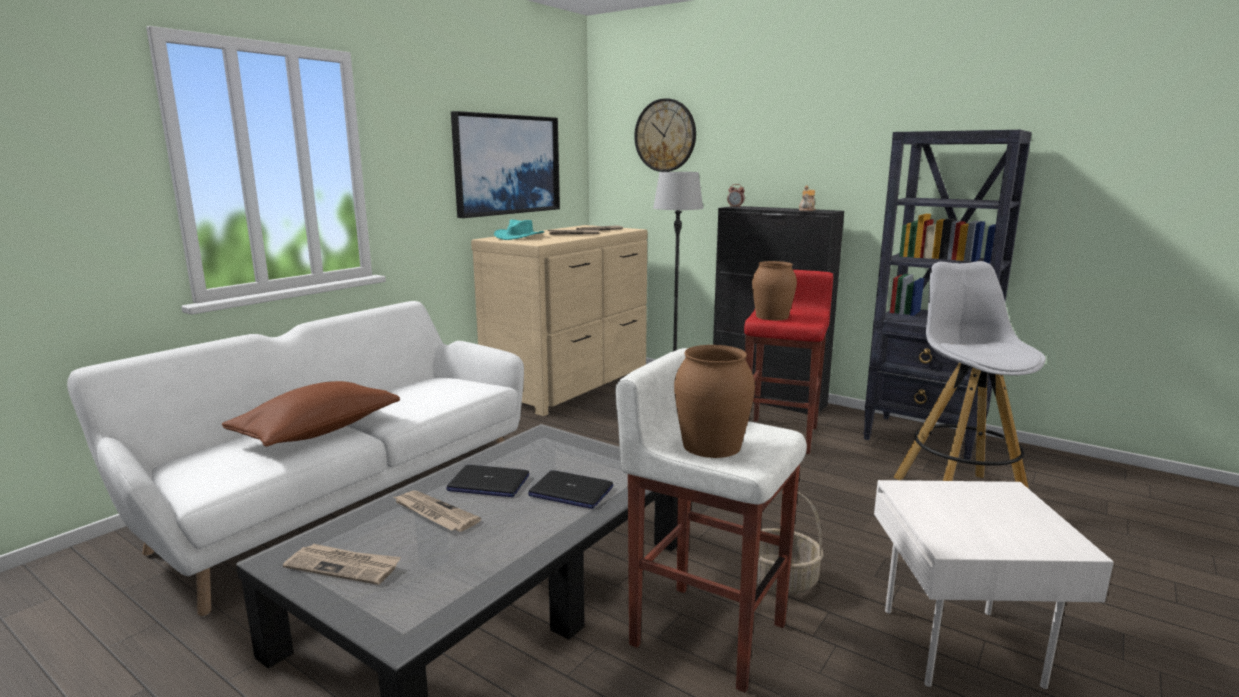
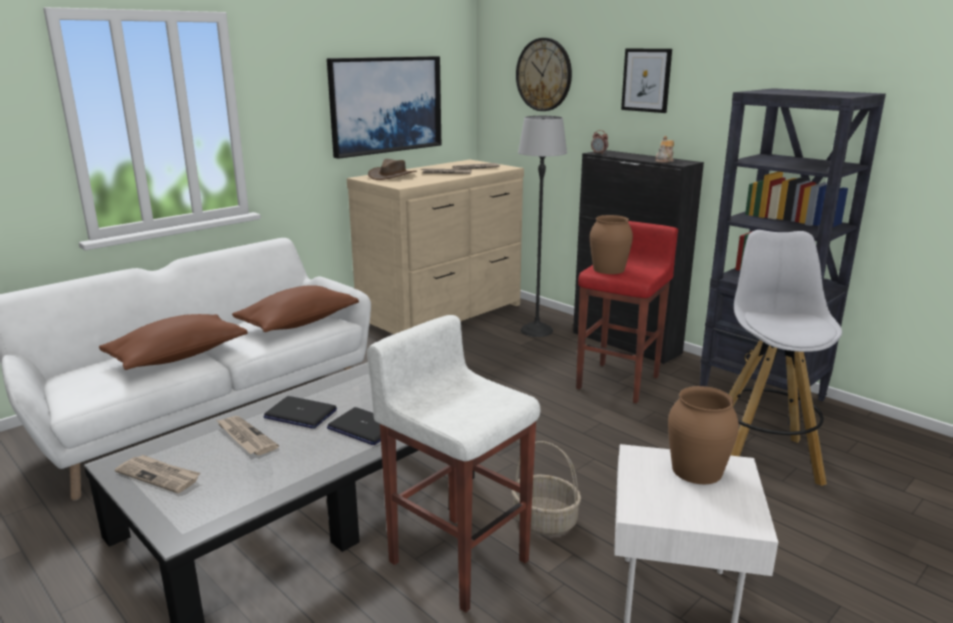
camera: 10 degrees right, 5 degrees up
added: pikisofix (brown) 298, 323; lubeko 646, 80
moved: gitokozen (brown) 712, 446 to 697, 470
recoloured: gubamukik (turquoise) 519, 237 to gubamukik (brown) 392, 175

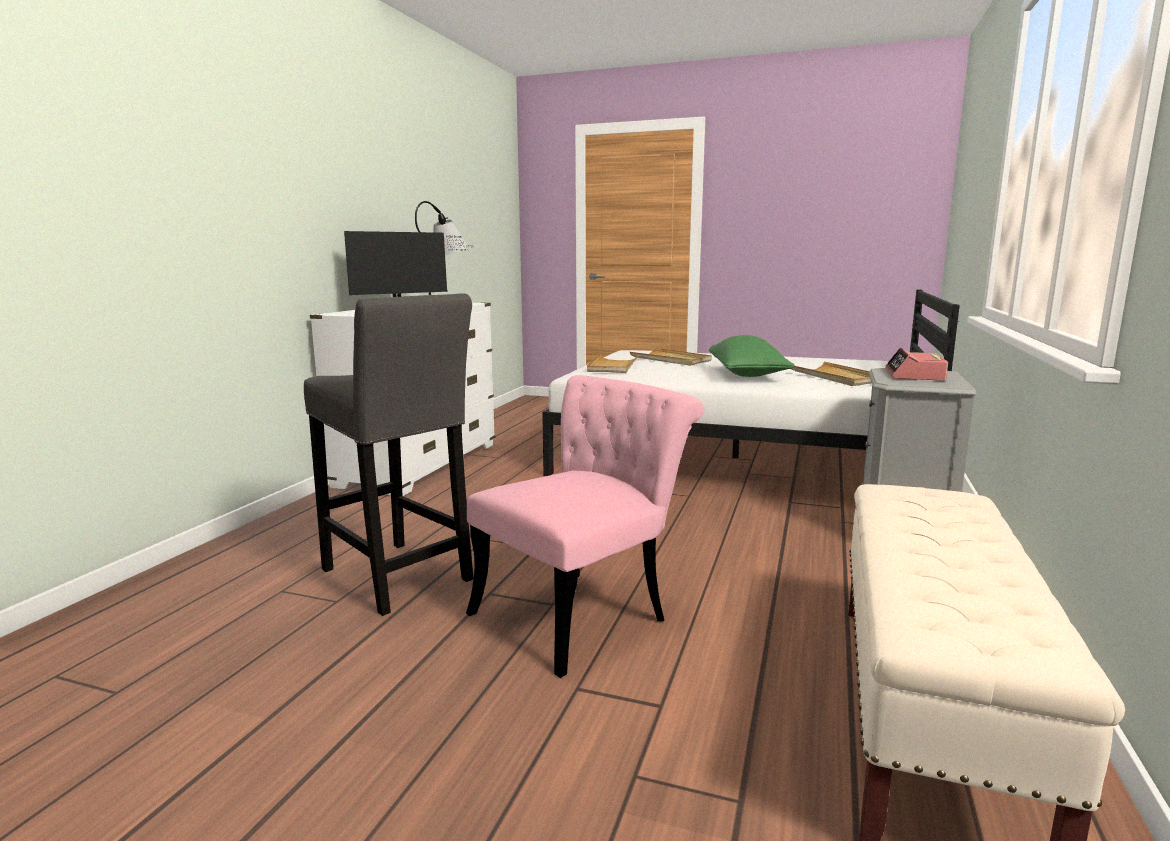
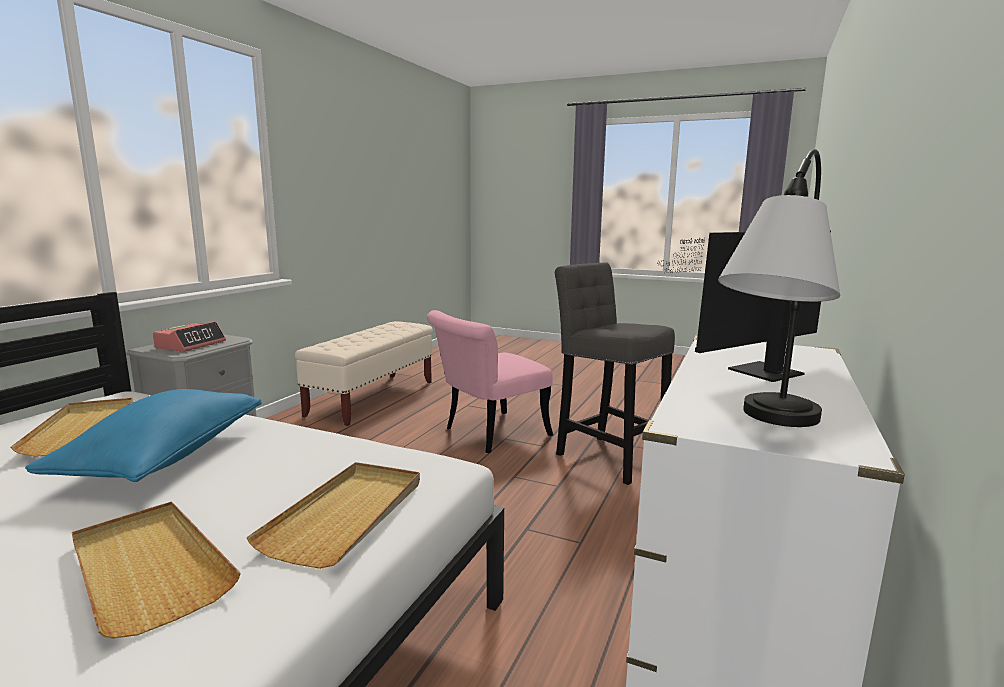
camera: 175 degrees left, 0 degrees up
recoloured: pikisofix (green) 747, 374 to pikisofix (blue) 165, 457

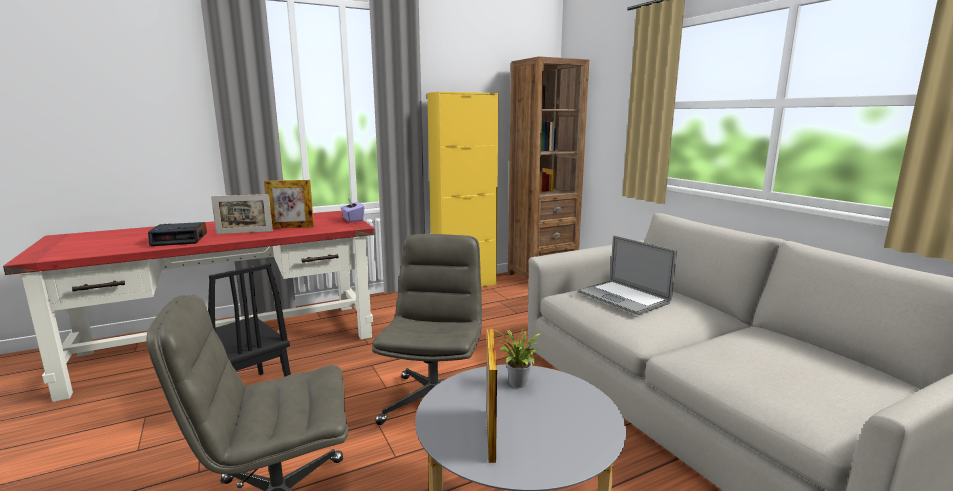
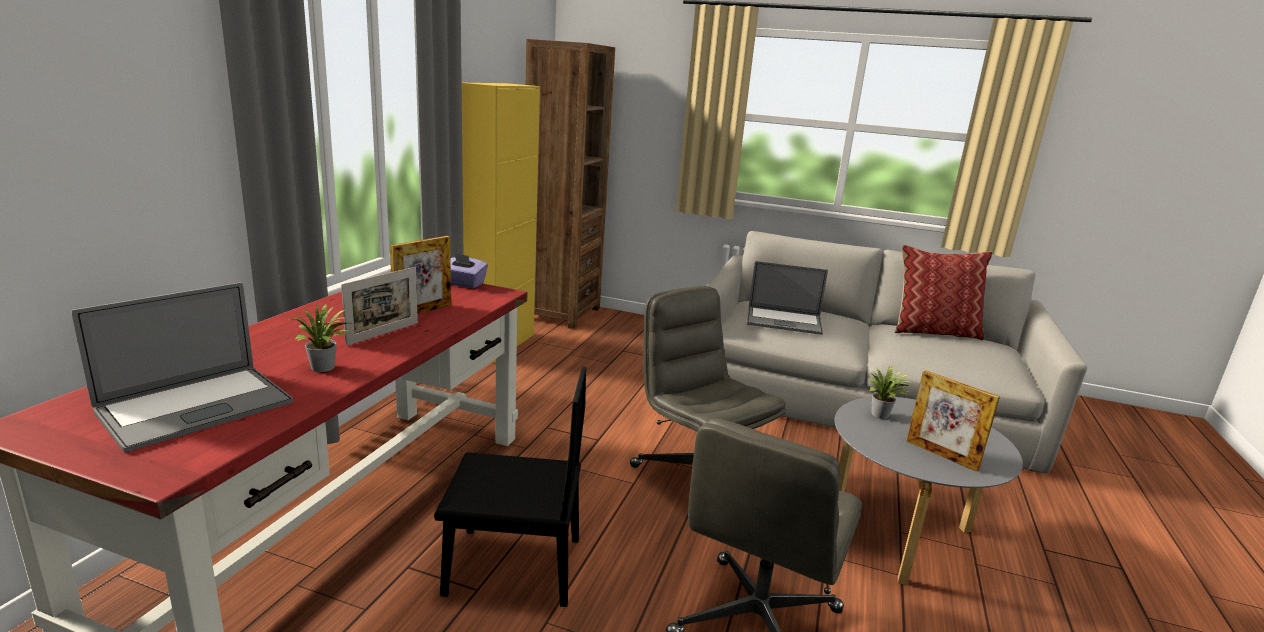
camera: 45 degrees left, 5 degrees up
added: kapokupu 196, 407; pikisofix 933, 331
replaced: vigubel 180, 240 to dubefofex 325, 368

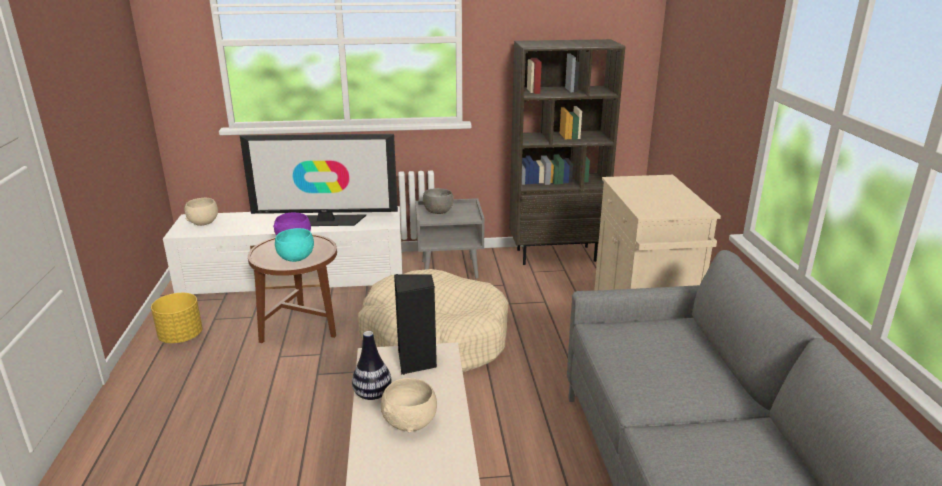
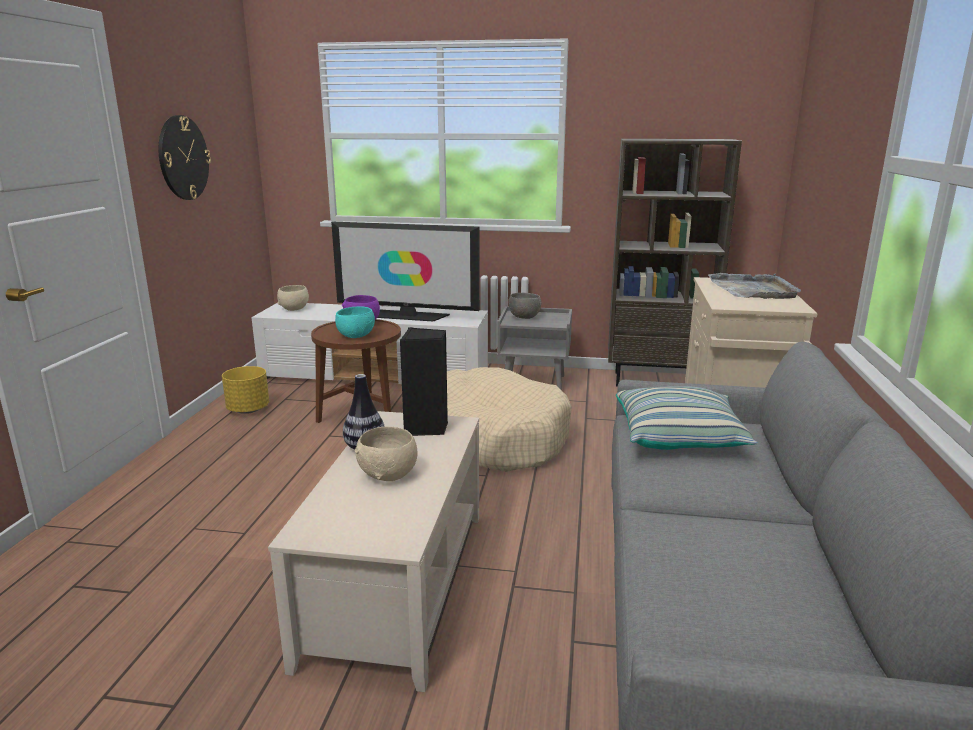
camera: 15 degrees right, 5 degrees down
added: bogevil 183, 158; pikisofix 679, 437; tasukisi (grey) 753, 290

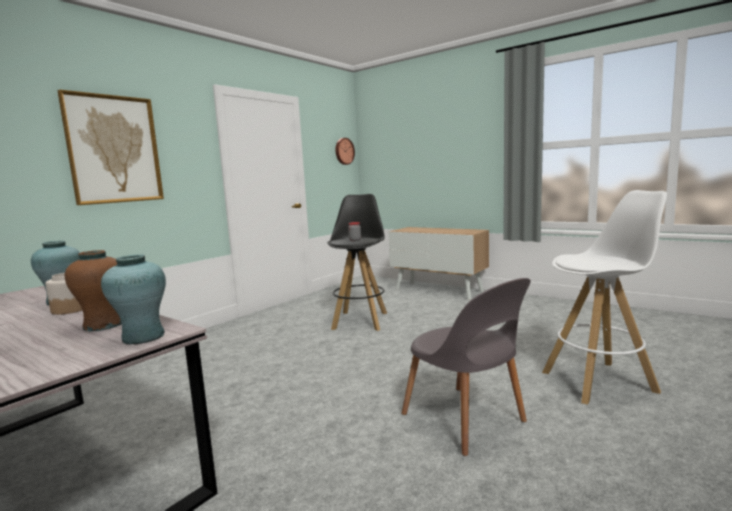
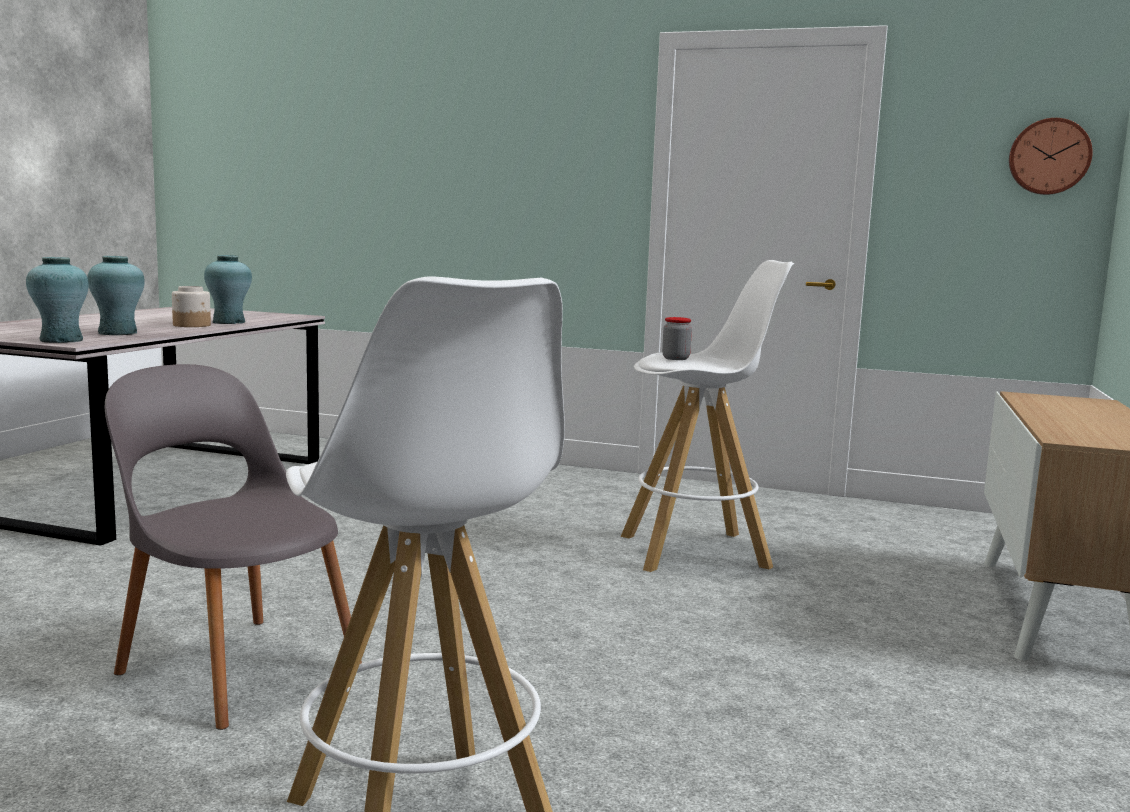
camera: 70 degrees right, 0 degrees up
removed: lubeko 114, 149
recoloured: gitokozen (brown) 103, 325 to gitokozen (turquoise) 118, 333; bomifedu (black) 360, 320 to bomifedu (white) 696, 551
turned: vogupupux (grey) 466, 420 = 235, 666 90 degrees clockwise

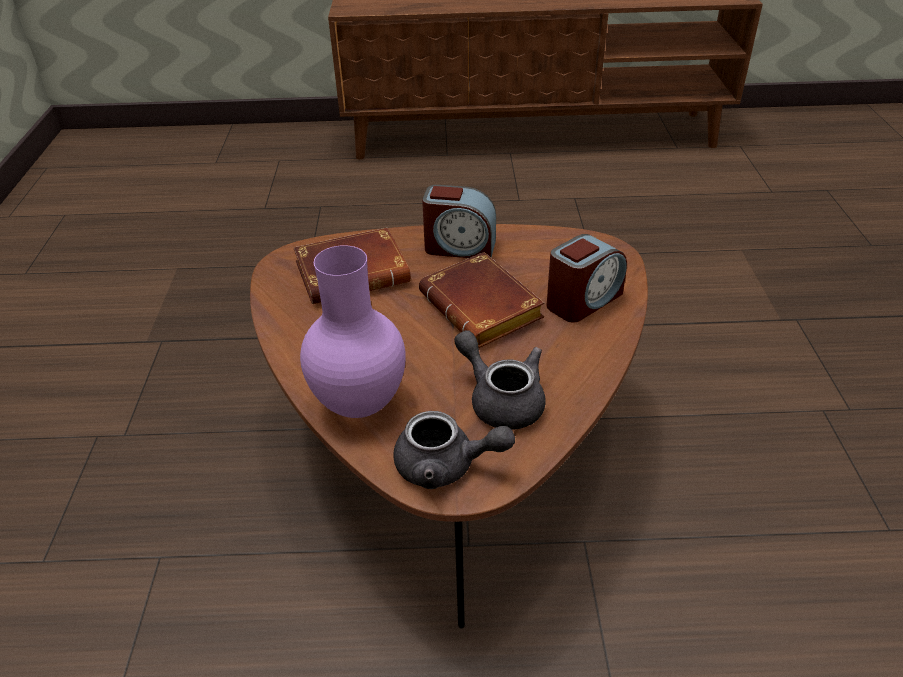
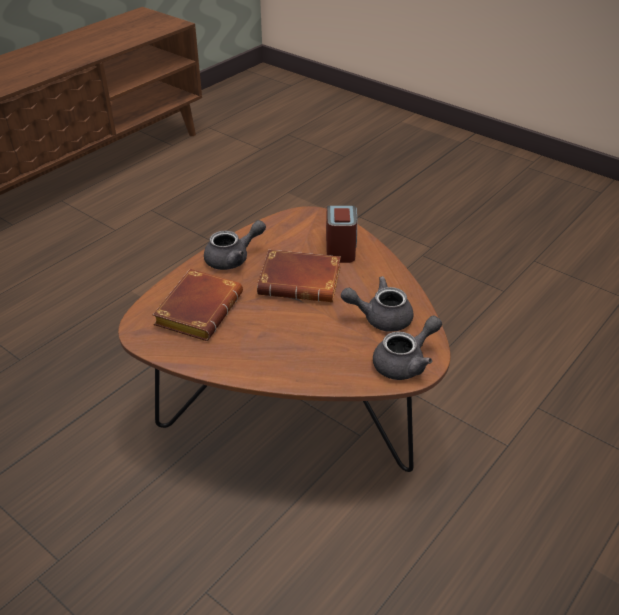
camera: 50 degrees left, 0 degrees up
removed: gitokozen (purple) 361, 406
replaced: vigubel 459, 247 to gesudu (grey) 233, 258

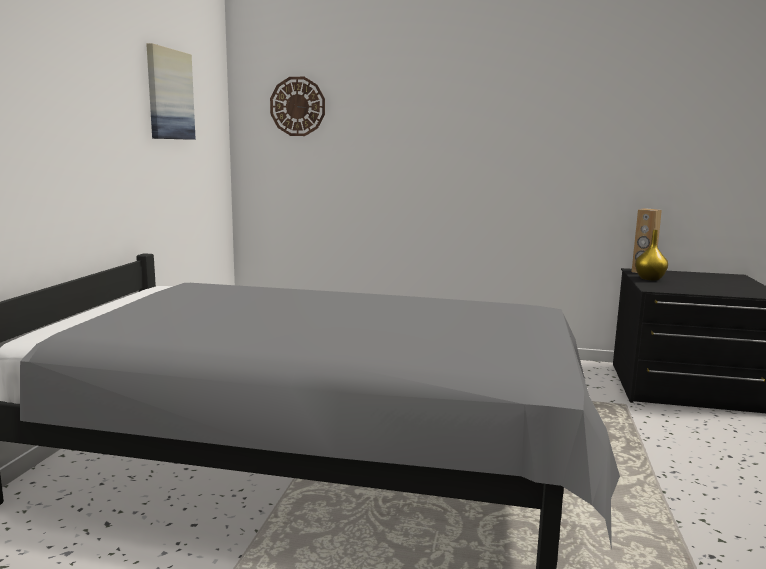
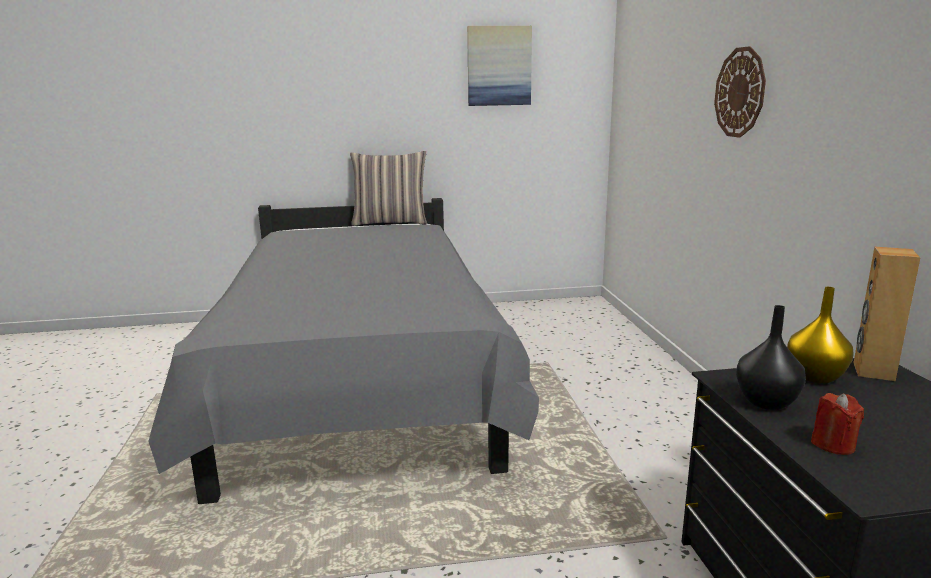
camera: 70 degrees right, 5 degrees up
added: pikisofix 390, 222; gitokozen (black) 765, 402; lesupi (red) 833, 444
moved: bogevil 297, 106 to 740, 92

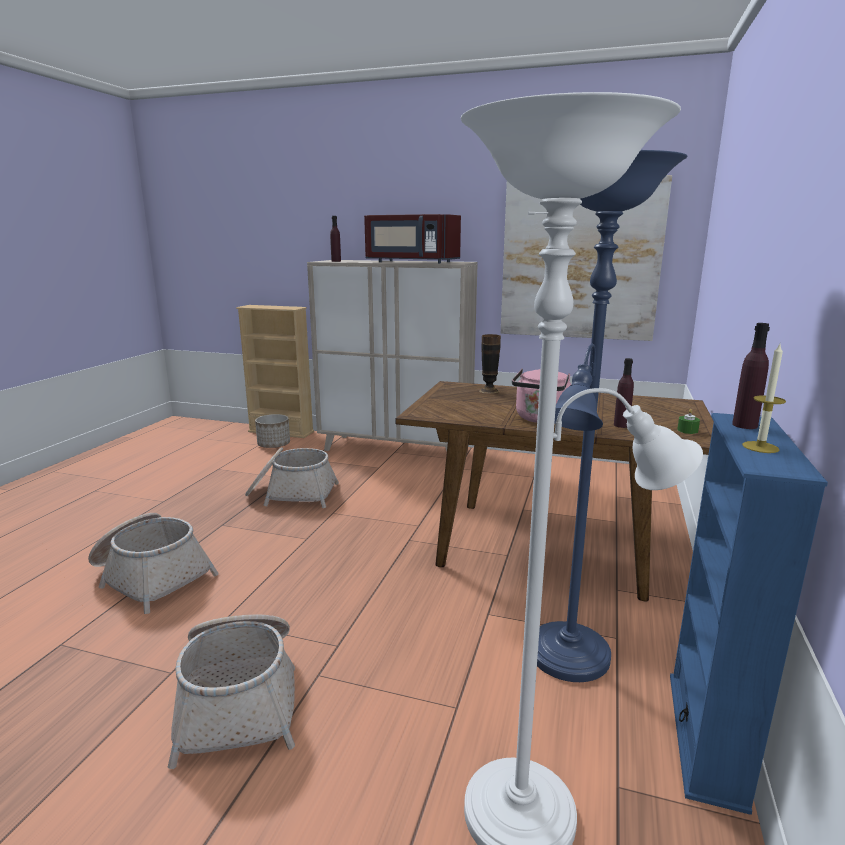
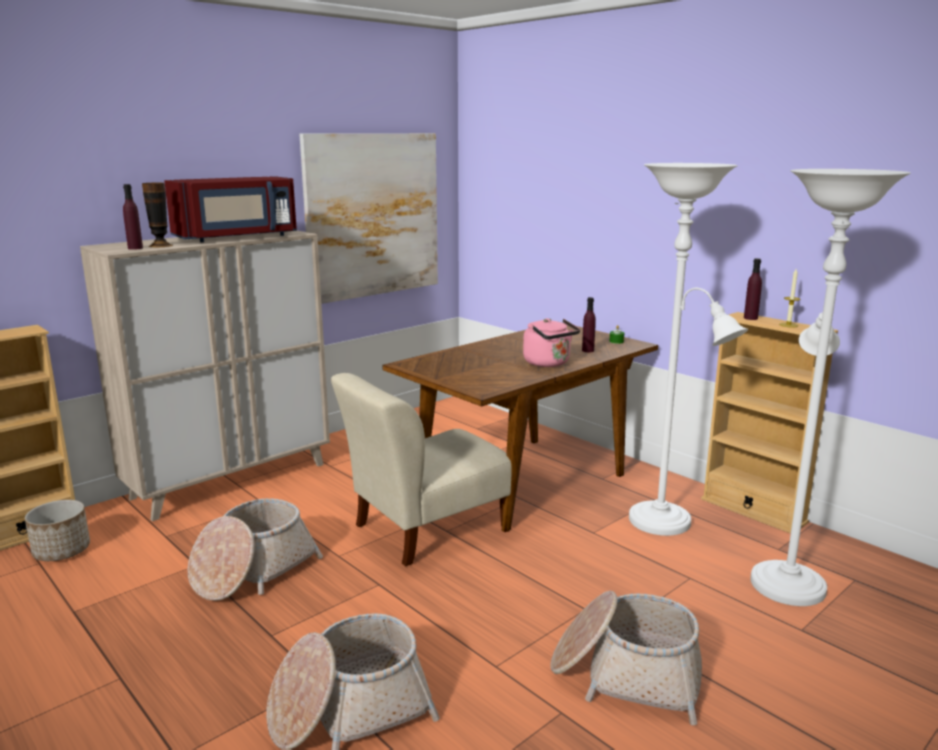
camera: 60 degrees left, 0 degrees up
added: vogupupux (beige) 426, 528
moved: gitokozen 489, 391 to 160, 245
recoloured: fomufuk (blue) 566, 661 to fomufuk (white) 666, 524; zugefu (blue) 706, 737 to zugefu (beige) 753, 510

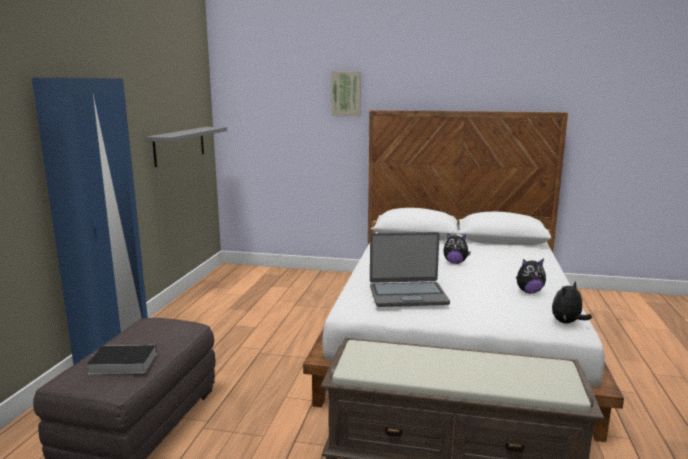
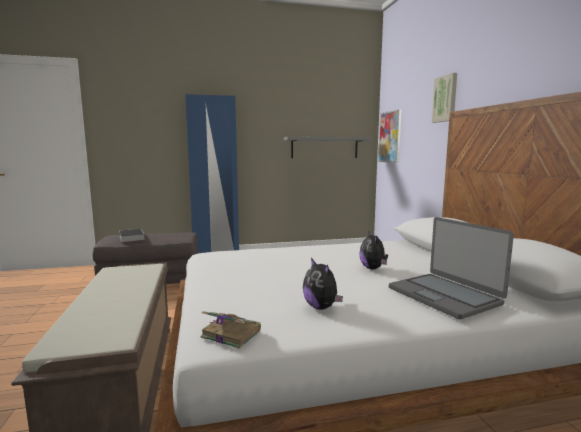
camera: 65 degrees right, 5 degrees down
added: lubeko 390, 137
moved: kapokupu 407, 295 to 444, 296
replaced: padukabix 567, 323 to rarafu 230, 334

